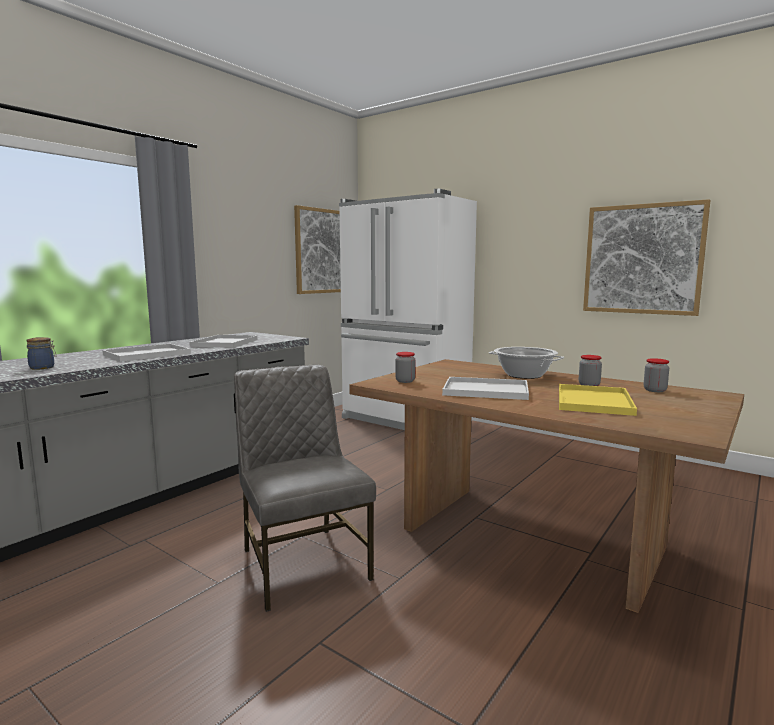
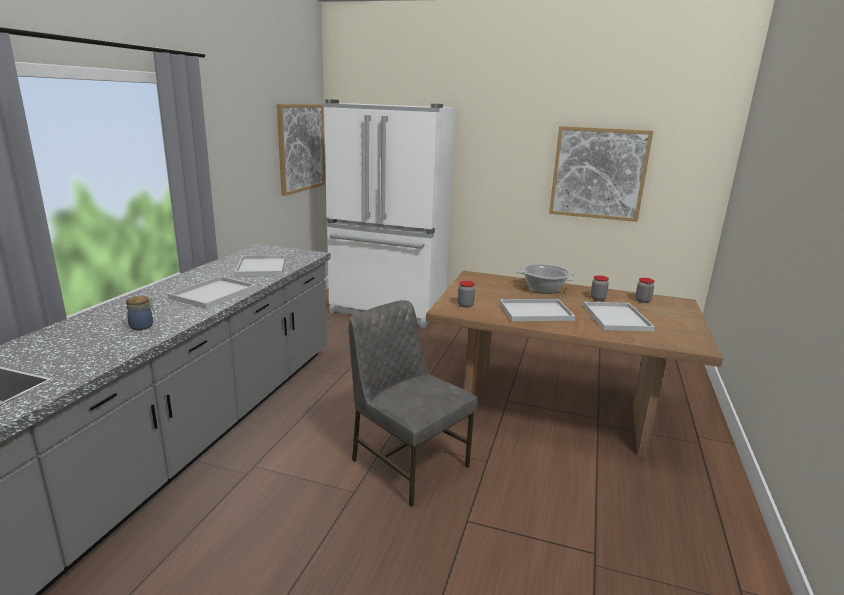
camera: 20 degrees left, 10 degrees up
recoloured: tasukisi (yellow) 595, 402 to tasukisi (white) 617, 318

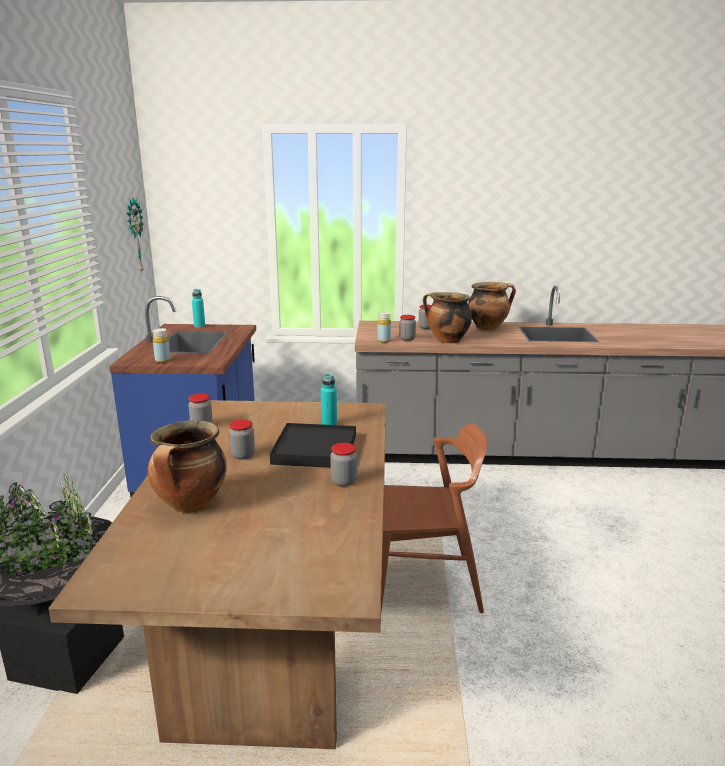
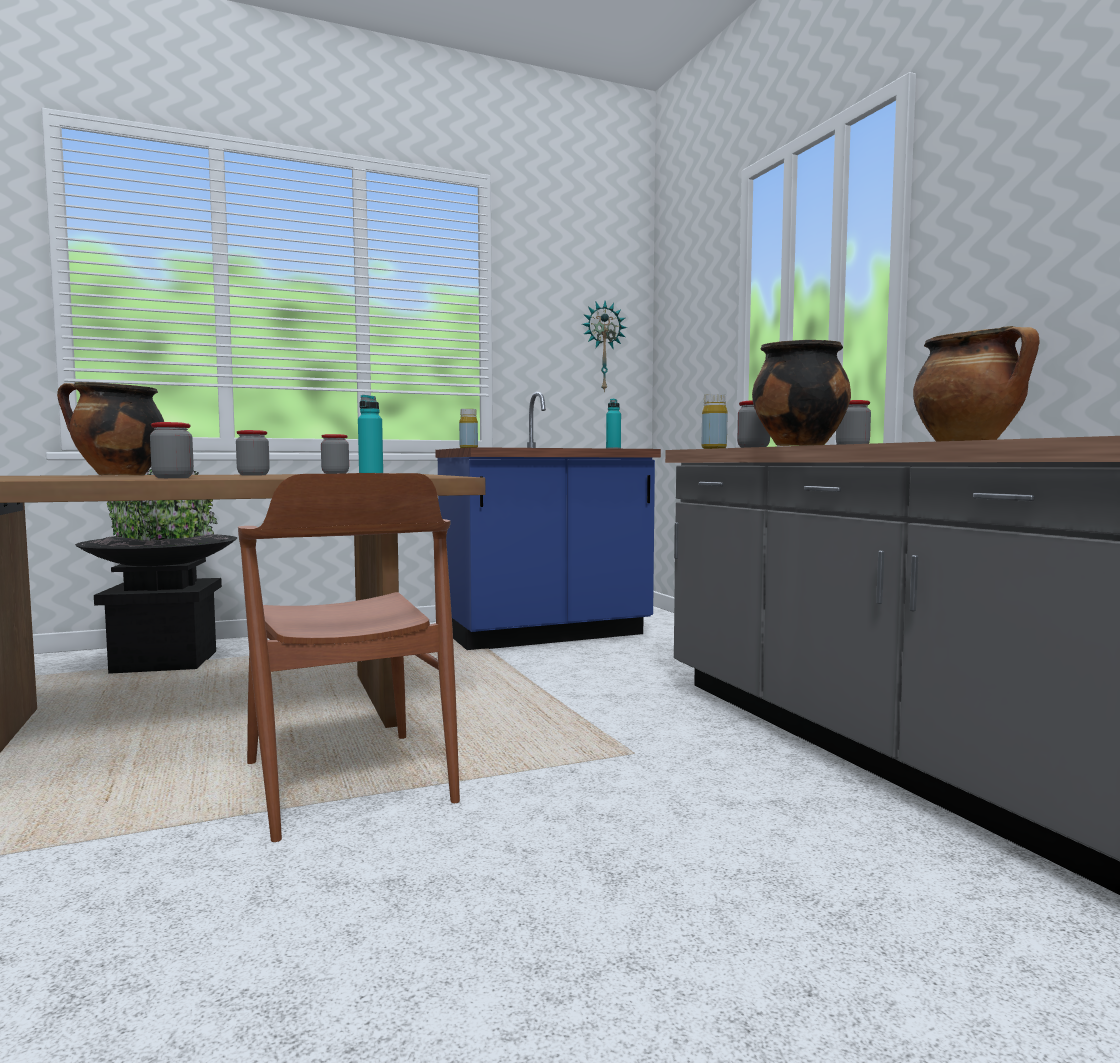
camera: 65 degrees right, 15 degrees down
removed: tasukisi (black) 315, 449

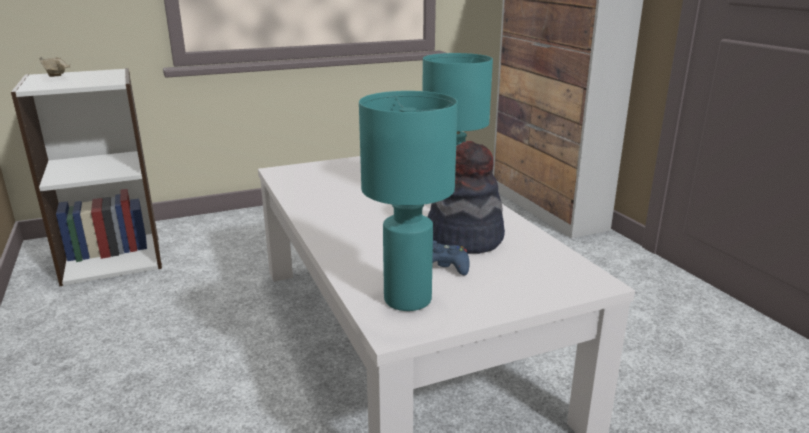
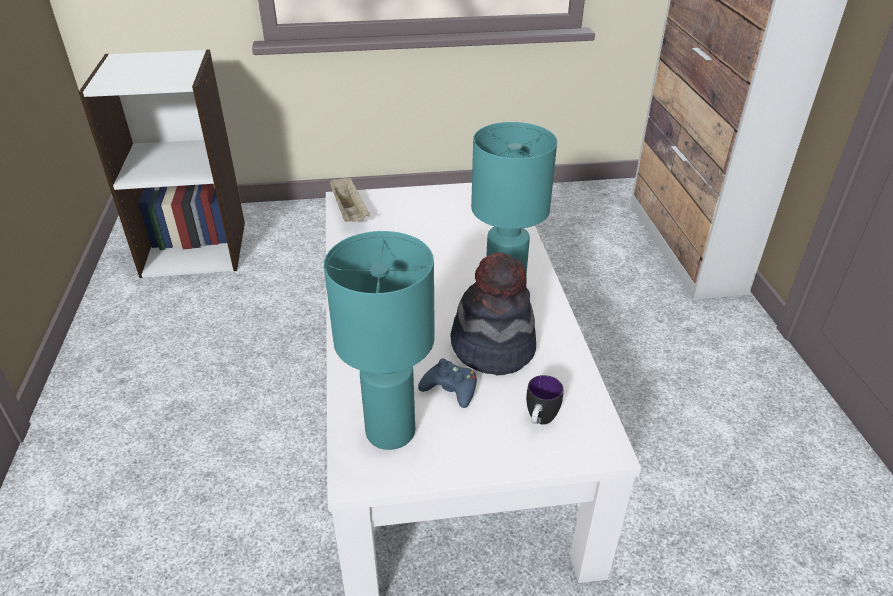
camera: 15 degrees right, 15 degrees up
added: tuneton 539, 421
moved: tasukisi (beige) 57, 77 to 350, 212

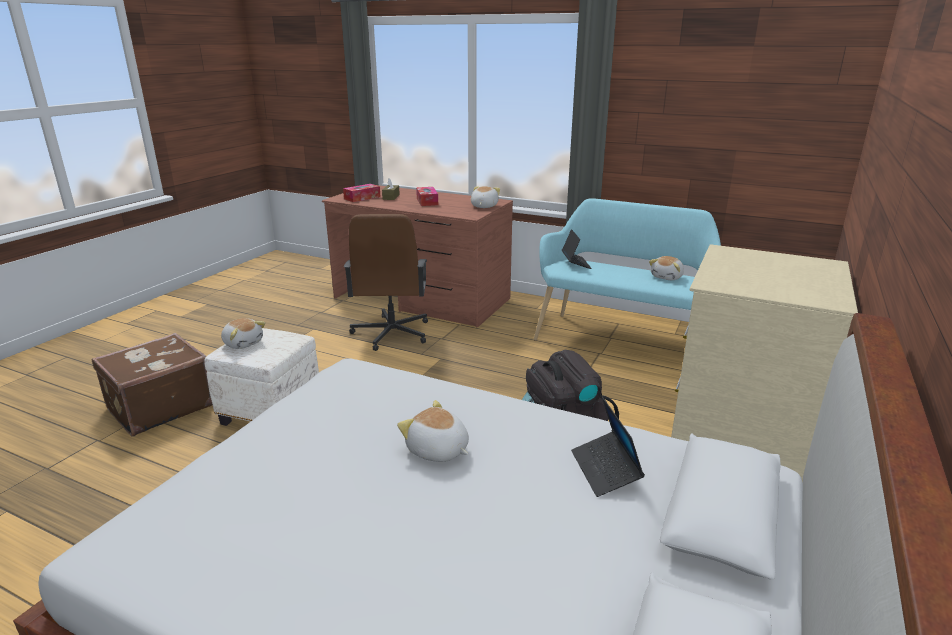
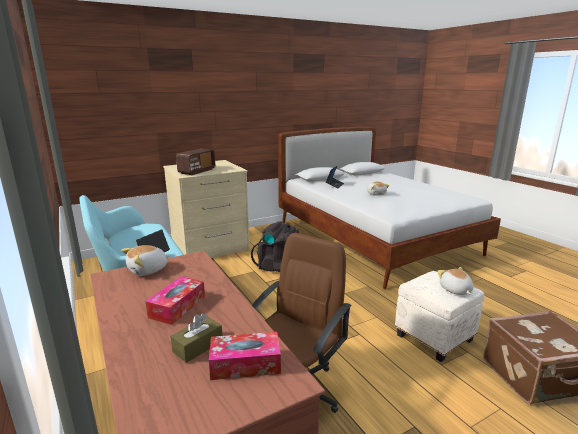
camera: 145 degrees left, 5 degrees down
removed: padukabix 667, 277
added: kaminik 197, 171

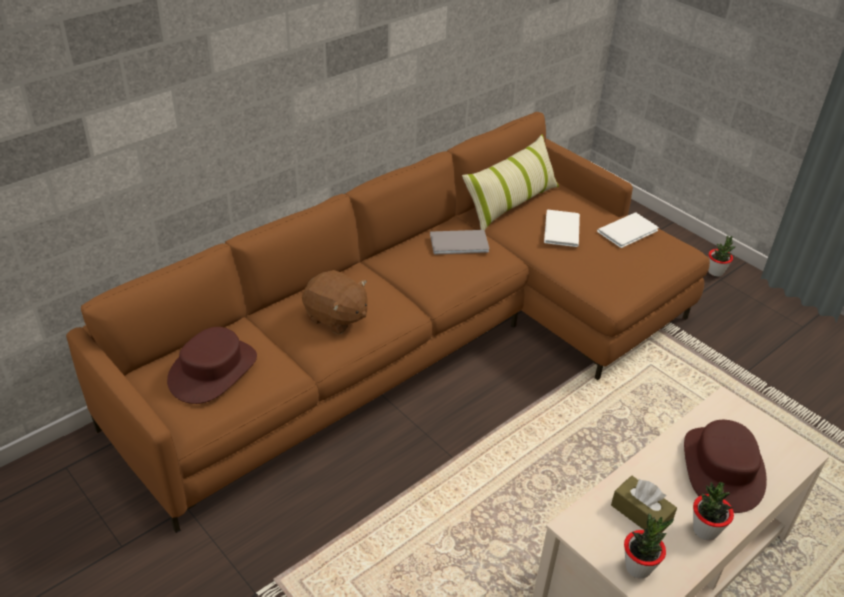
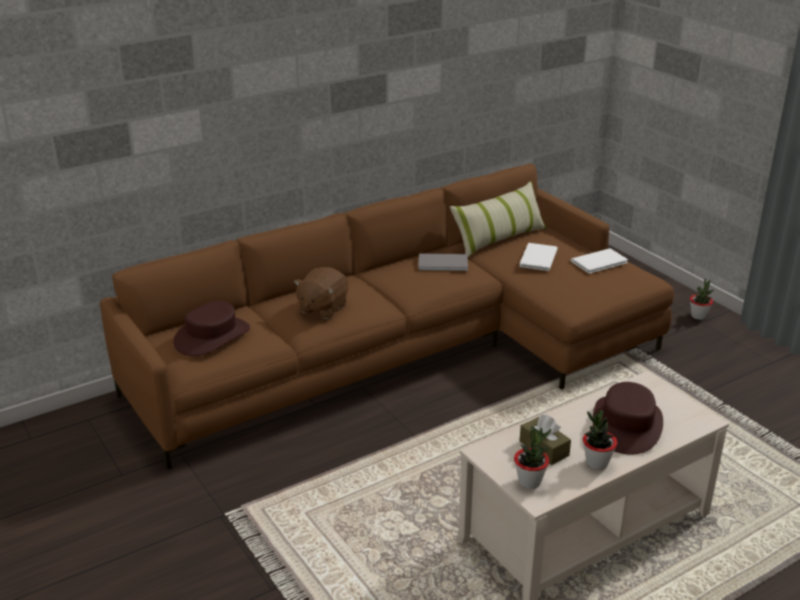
camera: 10 degrees right, 10 degrees down
turned: padukabix (brown) 336, 317 = 322, 308 75 degrees clockwise

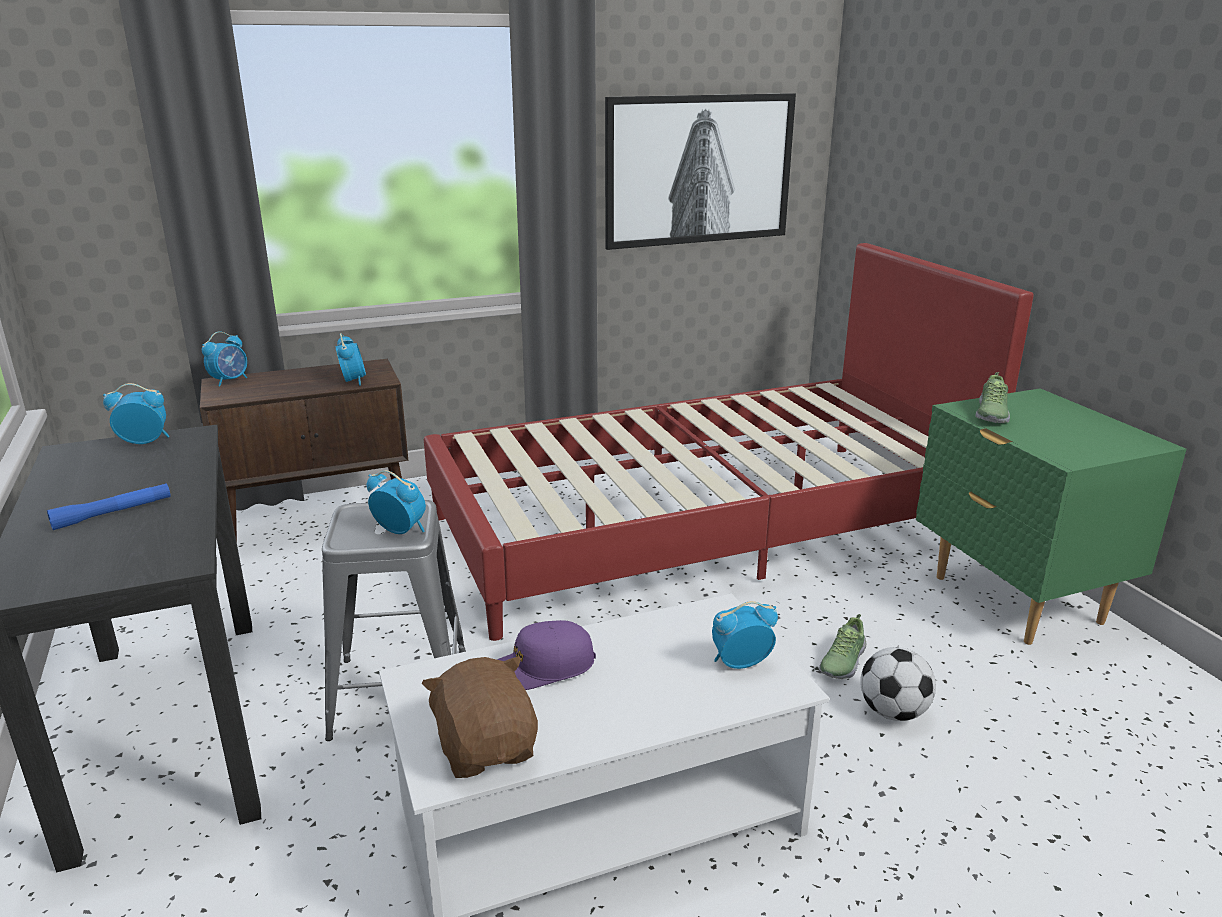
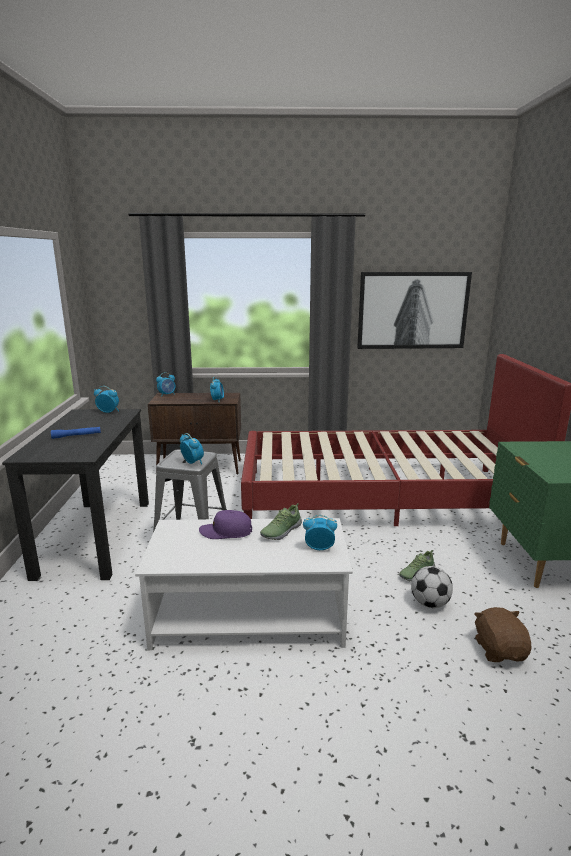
camera: 20 degrees right, 5 degrees down
moved: padukabix (brown) 486, 748 to 499, 650; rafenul 991, 414 to 281, 531

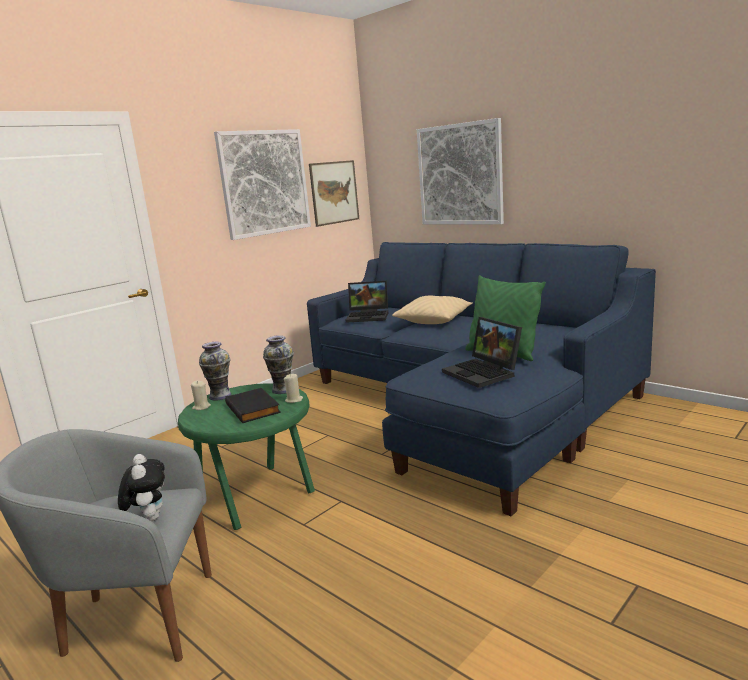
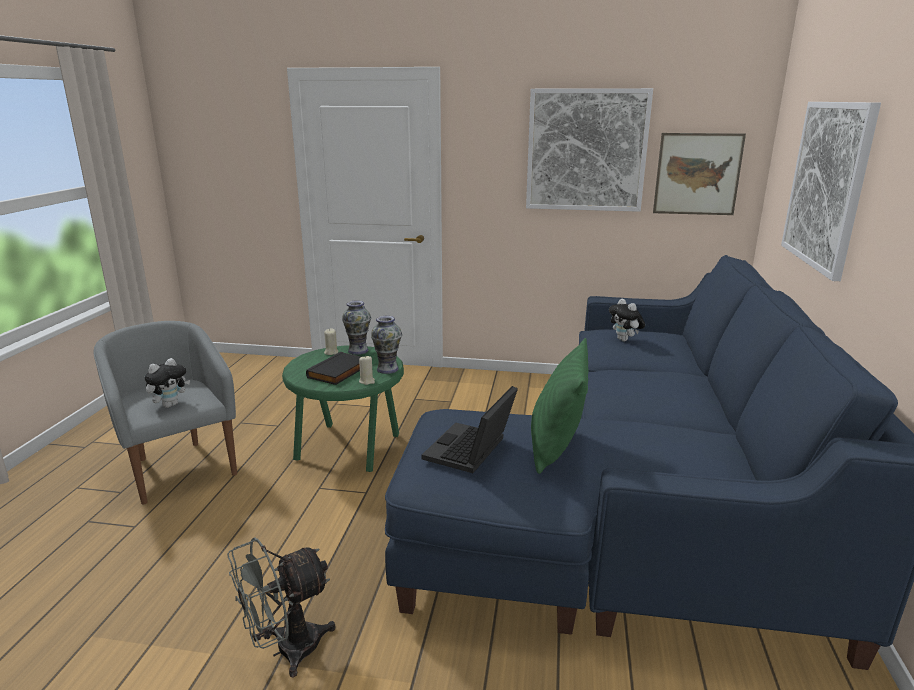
camera: 55 degrees right, 5 degrees up
removed: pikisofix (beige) 434, 320
added: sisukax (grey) 286, 650
replaced: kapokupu 369, 316 to padukabix 625, 340

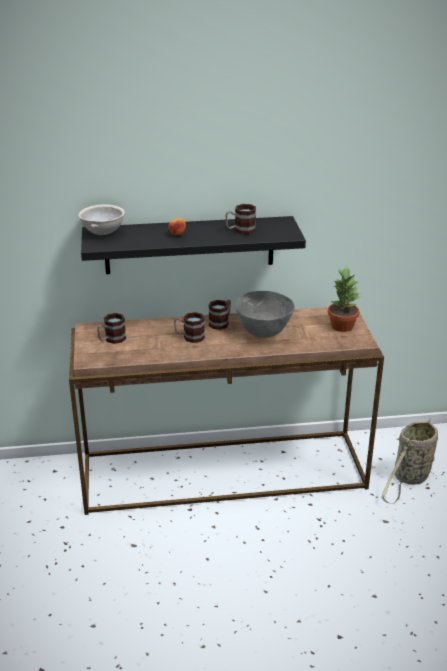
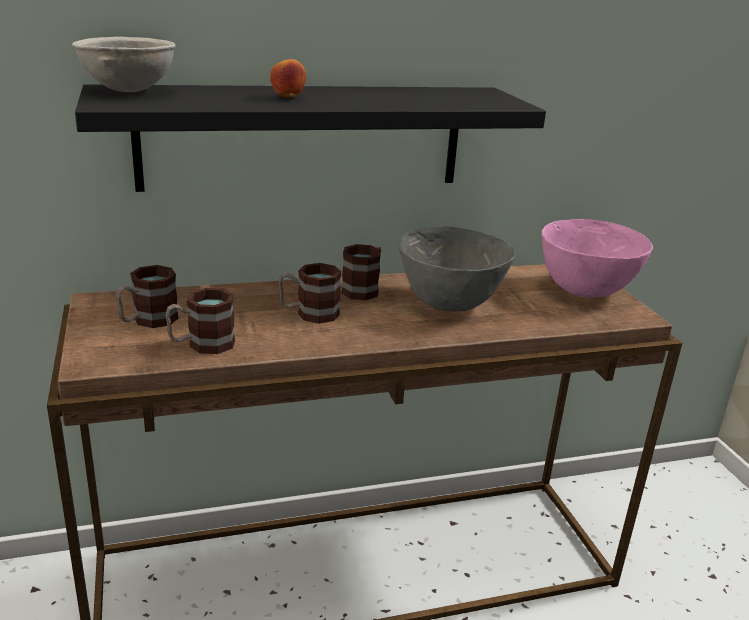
camera: 10 degrees left, 5 degrees down
removed: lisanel 410, 478
moved: tuneton 240, 230 to 202, 344
replaced: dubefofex 341, 325 to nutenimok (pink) 584, 291

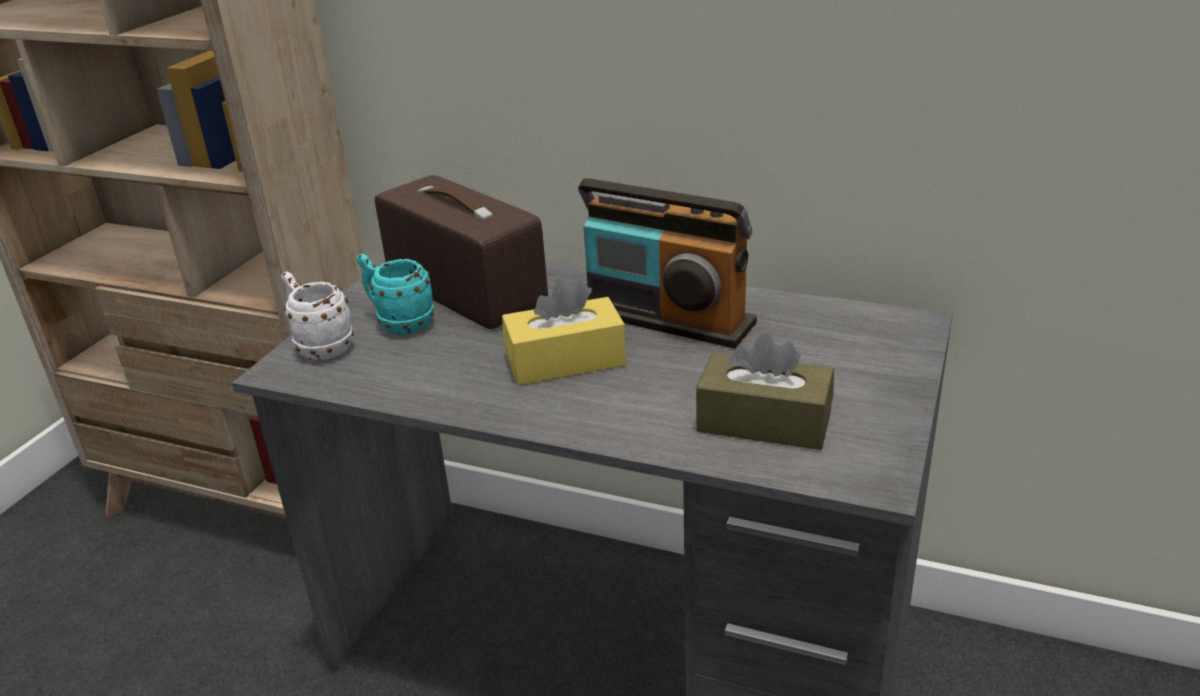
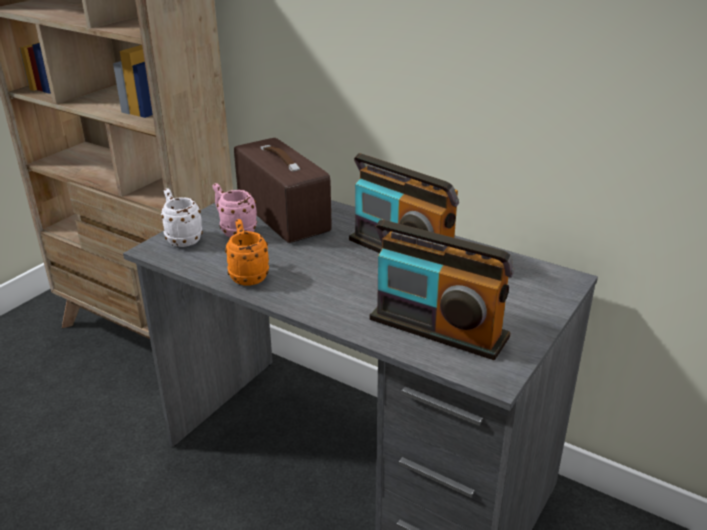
camera: 10 degrees right, 0 degrees up
removed: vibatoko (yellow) 565, 360
added: tuneton (orange) 247, 274
replaced: vibatoko (brown) 764, 422 to kaminik 438, 328
recoloured: tuneton (turquoise) 399, 323 to tuneton (pink) 234, 230

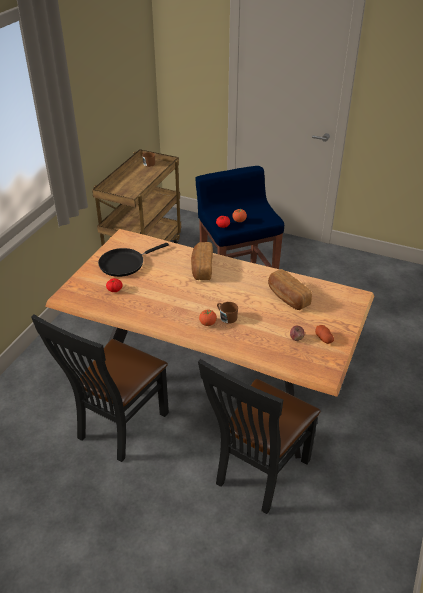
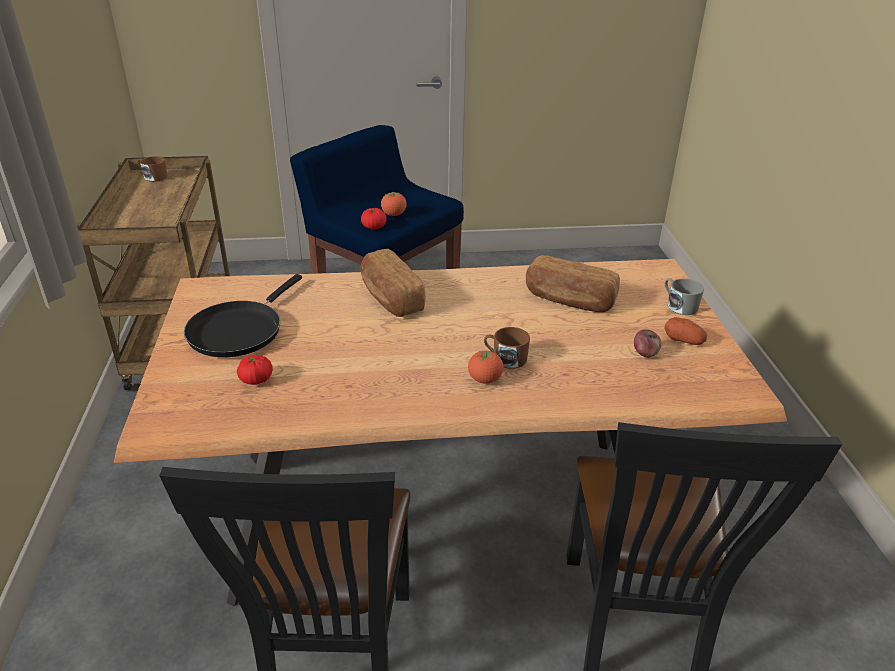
camera: 30 degrees left, 5 degrees down
added: tuneton (grey) 679, 305

